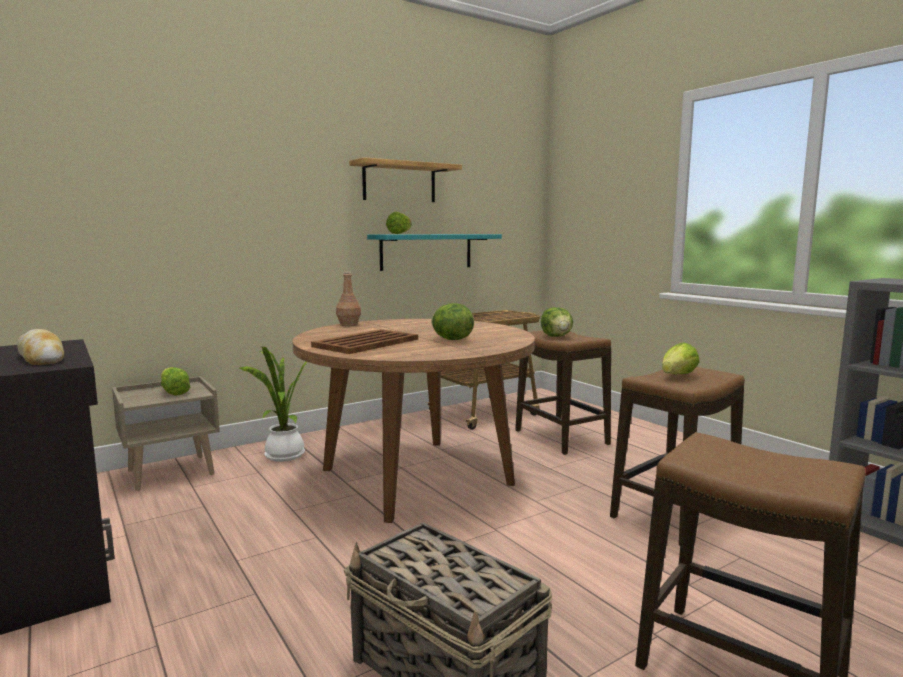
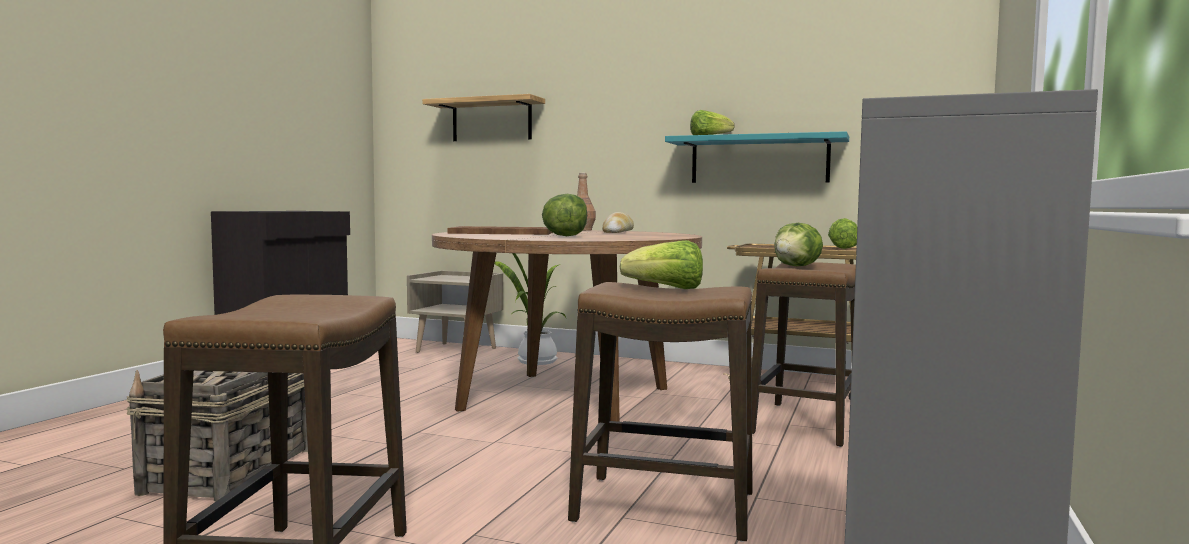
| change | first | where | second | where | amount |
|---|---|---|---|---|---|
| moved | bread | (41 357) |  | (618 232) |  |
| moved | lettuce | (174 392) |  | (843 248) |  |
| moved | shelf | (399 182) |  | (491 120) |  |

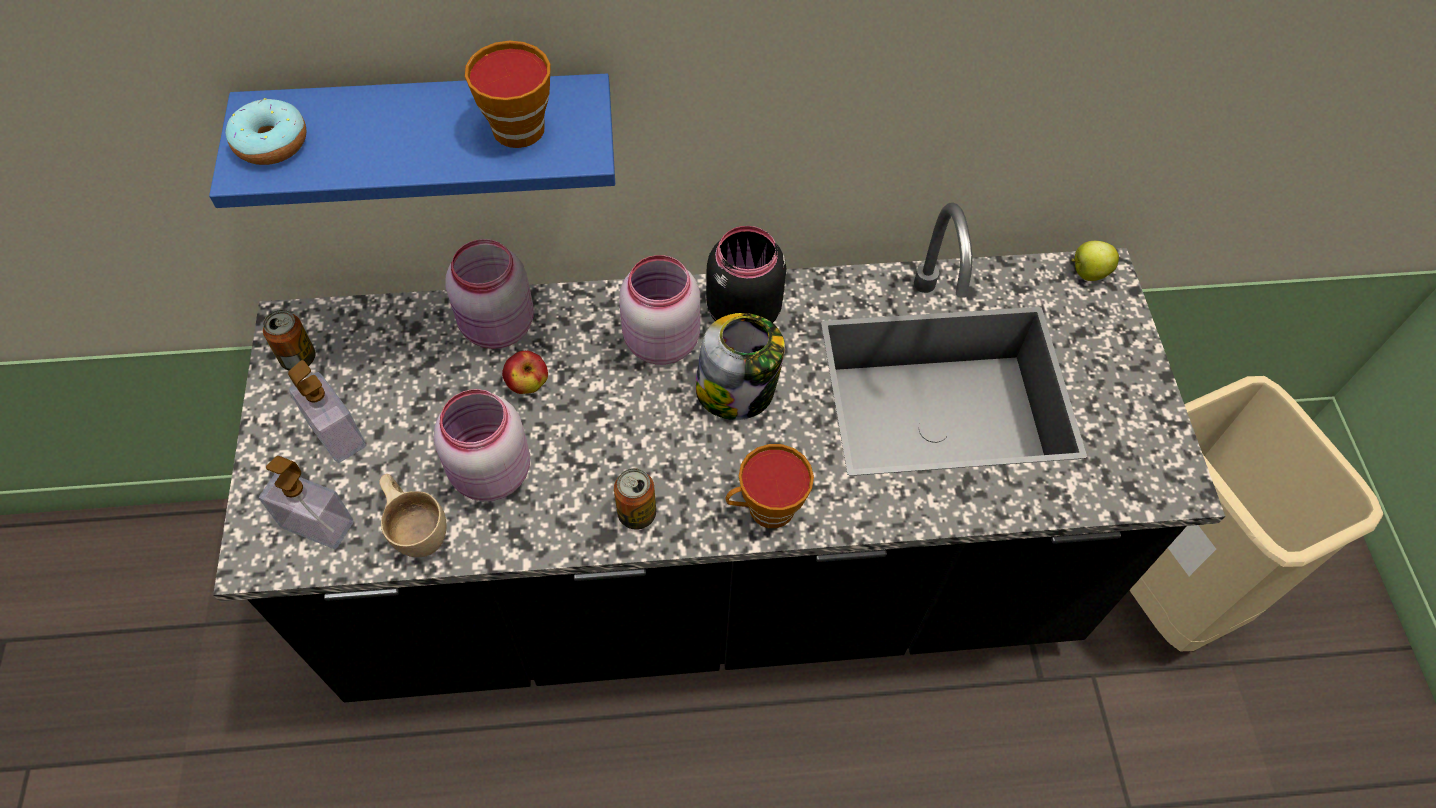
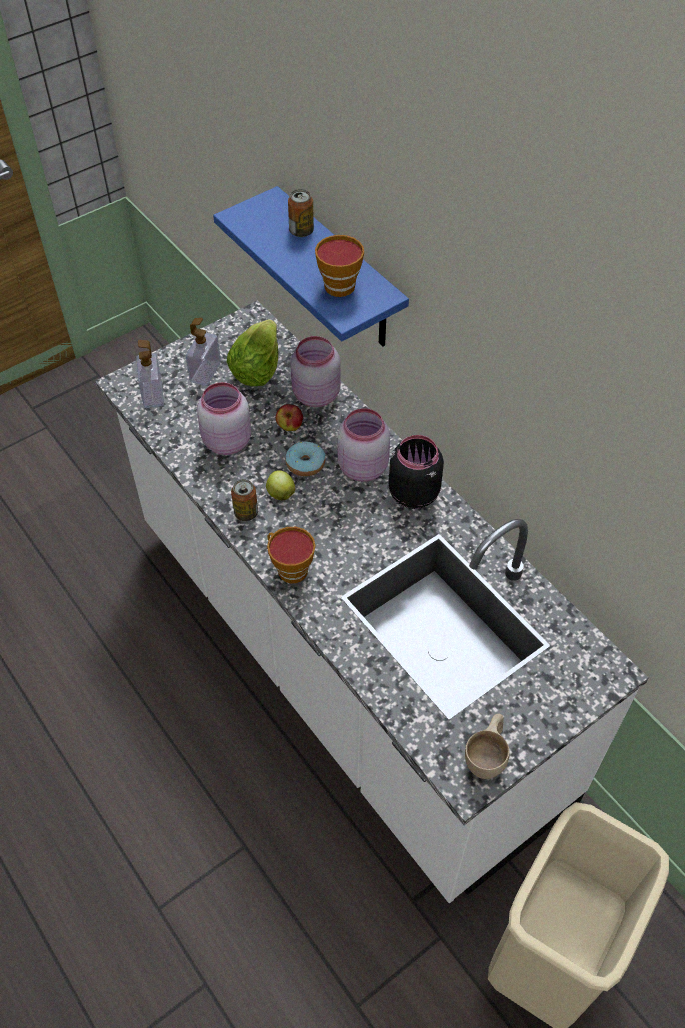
| change | first | where | second | where | amount |
|---|---|---|---|---|---|
| recoloured | black_counter | (711 582) | white_counter | (342 661) |  |
| moved | donut | (271 143) |  | (305 464) |  |
| moved | can | (298 358) |  | (301 231) |  |
| moved | beige_cup | (417 527) |  | (488 756) |  |
| removed | jar | (737 391) |  |  |  |
| moved | apple | (1087 273) |  | (280 493) |  |
| added |  |  | lettuce | (257 368) |  |

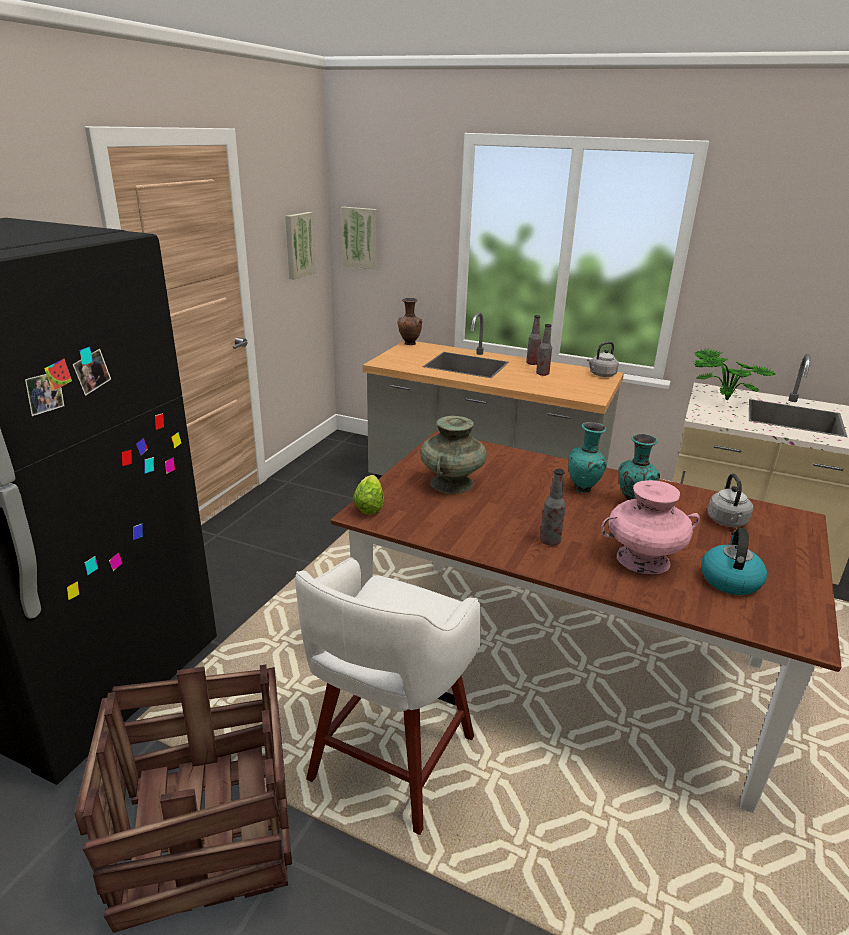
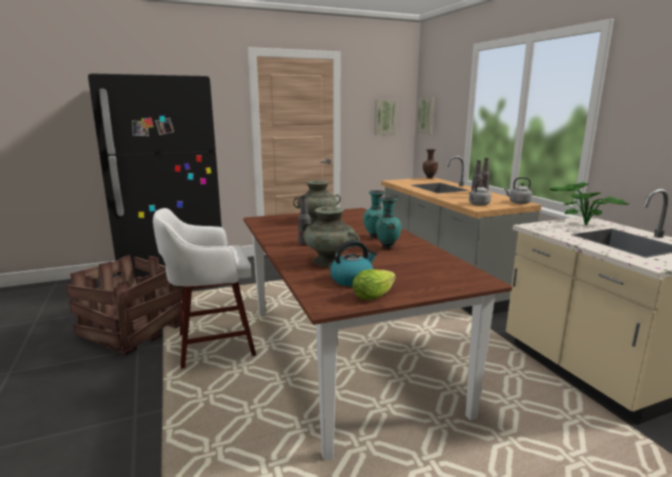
| change | first | where | second | where | amount |
|---|---|---|---|---|---|
| moved | lettuce | (370 504) |  | (375 294) |  |
| recoloured | pink_vase | (643 559) | turquoise_vase | (329 261) |  |
| moved | grey_kettle | (727 522) |  | (478 204) |  |

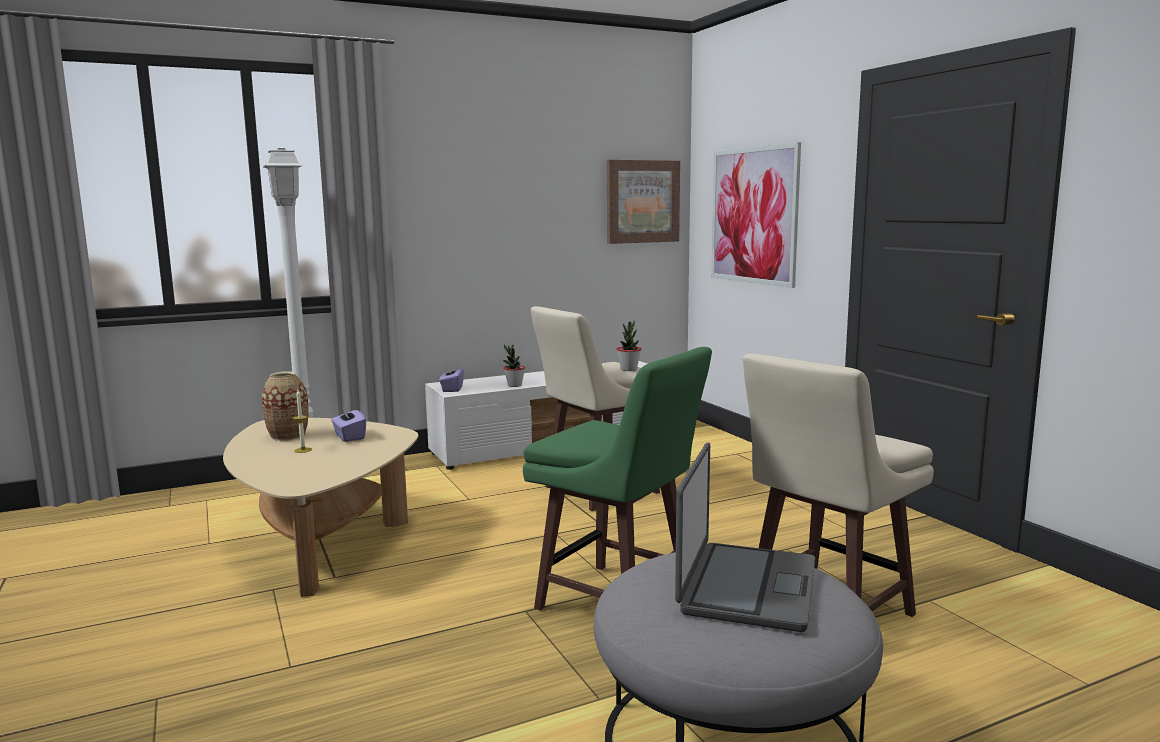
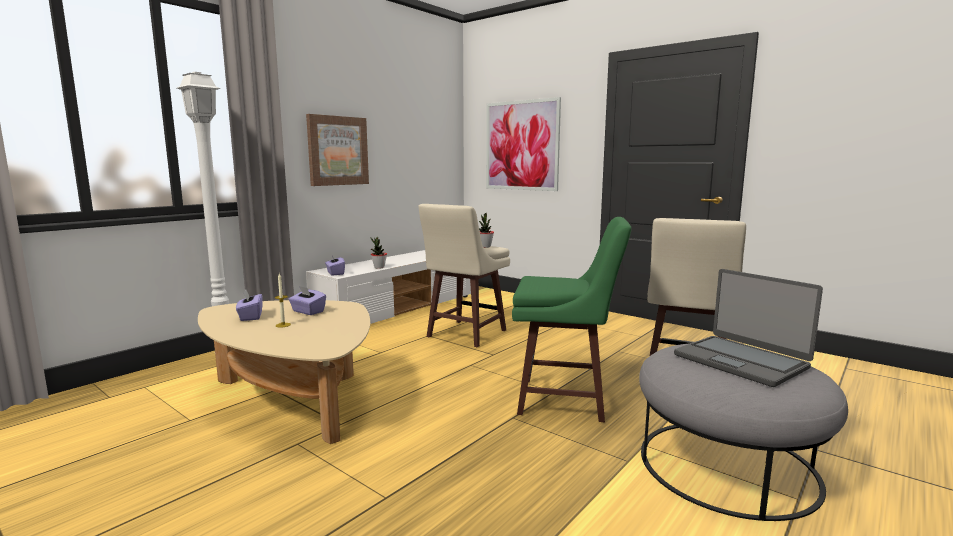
| change | first | where | second | where | amount |
|---|---|---|---|---|---|
| replaced | vase | (288 436) | purple_tissue_box | (250 316) |  |
| moved | picture | (642 201) |  | (337 151) |  |
| turned | laptop | (746 587) |  | (741 361) | 150 degrees clockwise |

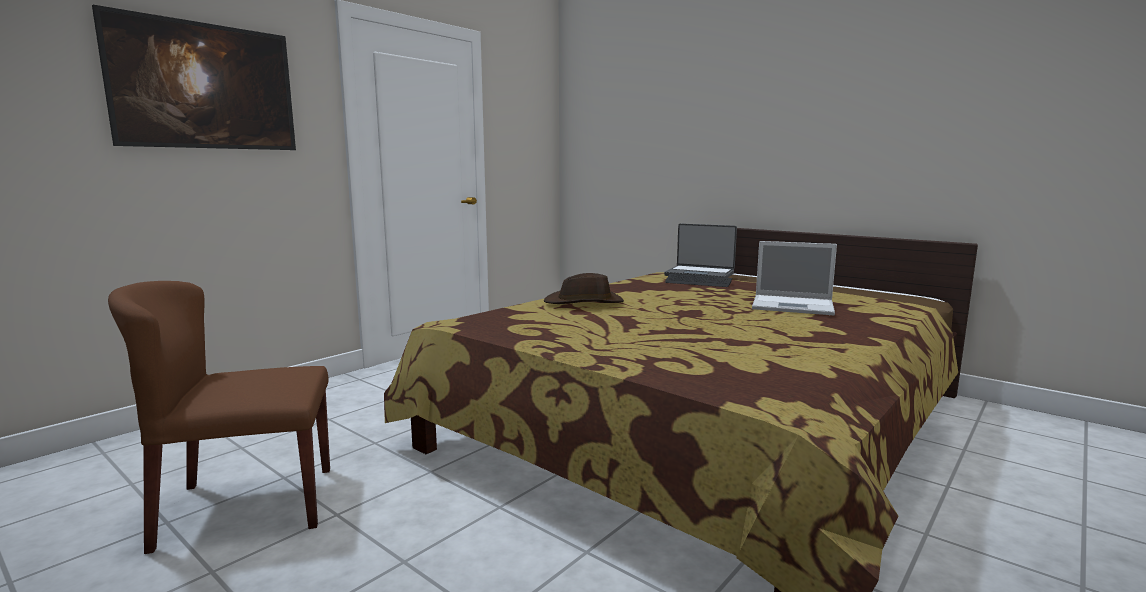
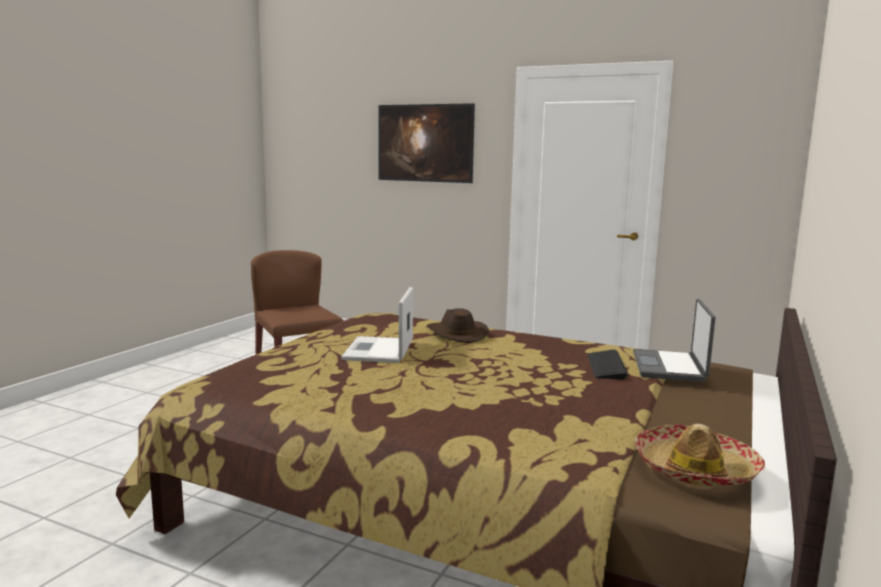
| change | first | where | second | where | amount |
|---|---|---|---|---|---|
| moved | laptop | (794 306) |  | (378 351) |  |
| added |  |  | hat | (695 469) |  |

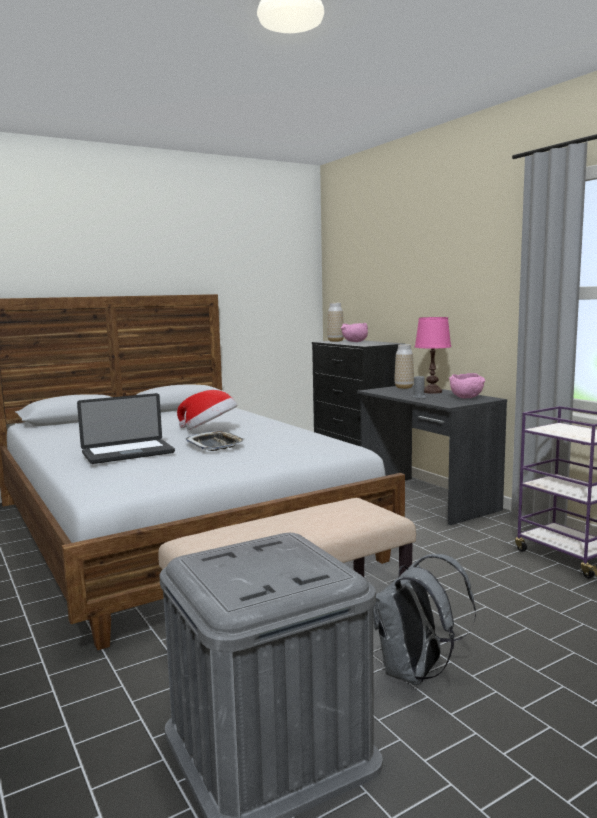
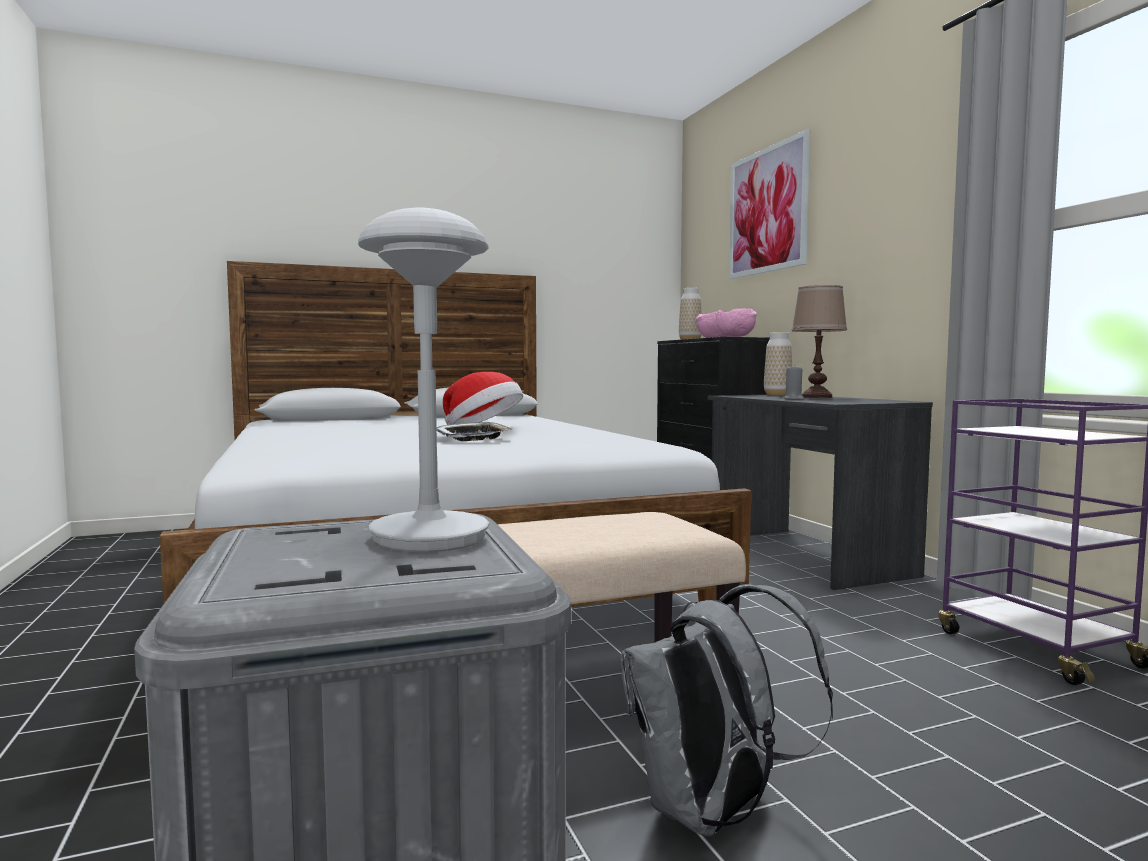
| change | first | where | second | where | amount |
|---|---|---|---|---|---|
| removed | laptop | (128 453) |  |  |  |
| recoloured | pink_table_lamp | (431 392) | brown_table_lamp | (816 397) |  |
| moved | pink_bowl | (467 398) |  | (736 337) |  |
| added |  |  | grey_table_lamp | (430 536) |  |
| added |  |  | picture | (767 210) |  |

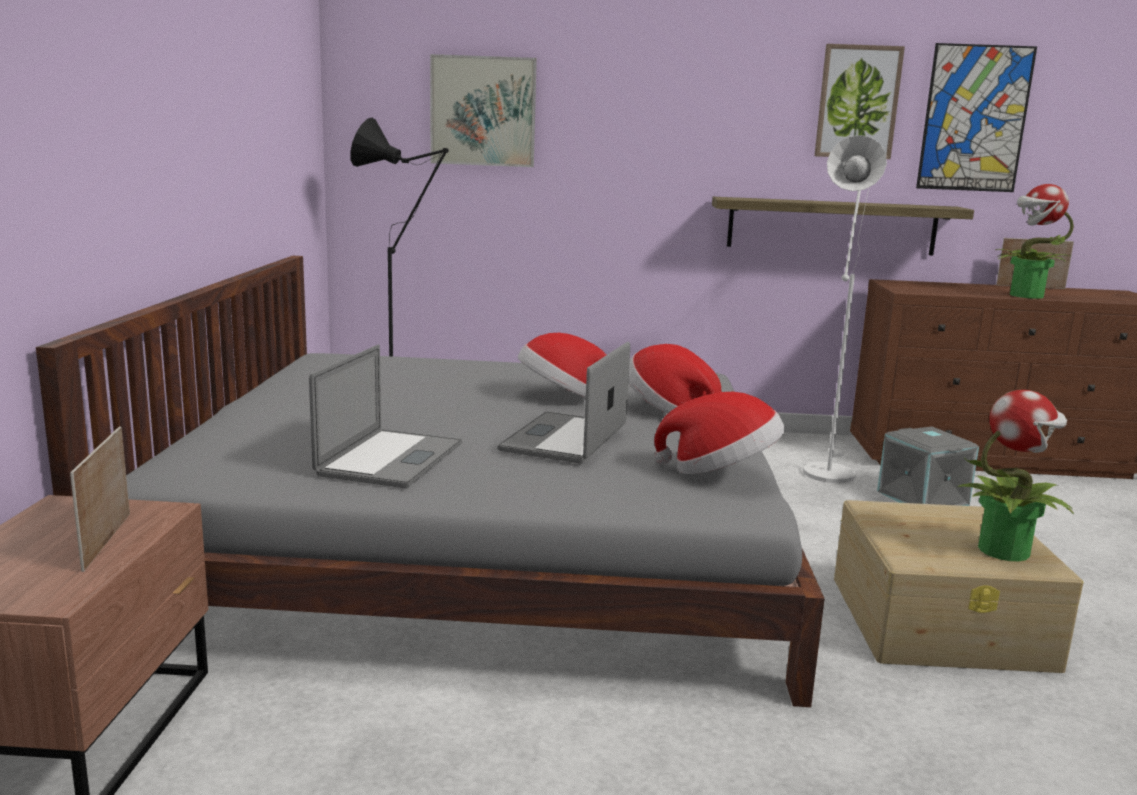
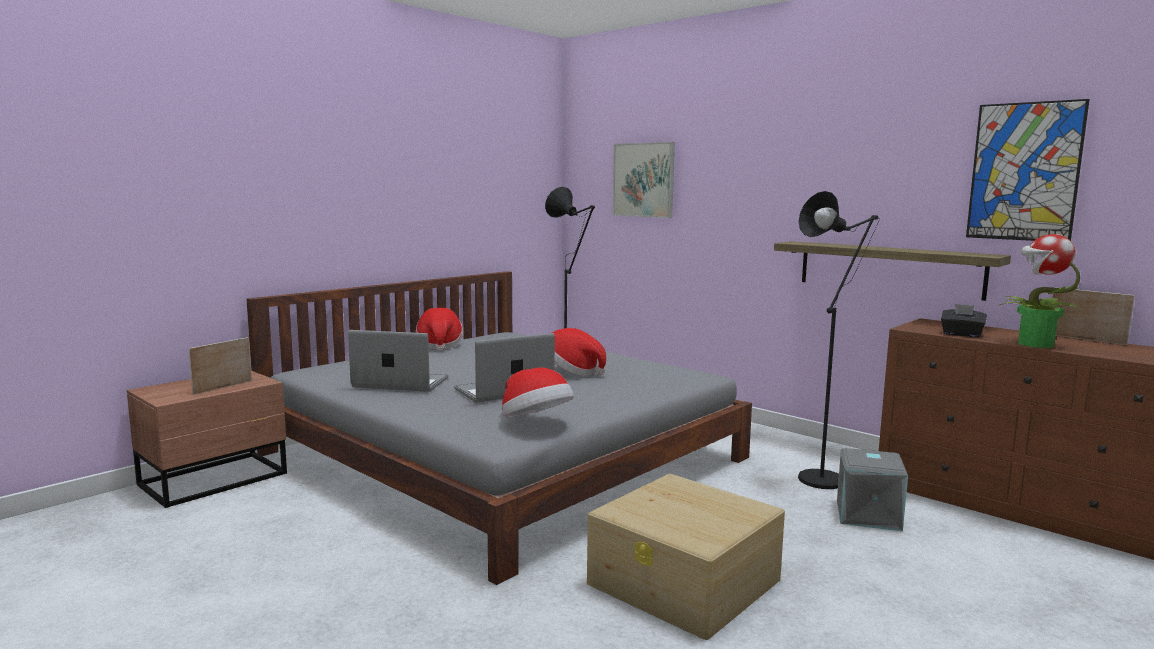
| change | first | where | second | where | amount |
|---|---|---|---|---|---|
| turned | laptop | (391 459) |  | (400 383) | 135 degrees counterclockwise |
| moved | hat | (668 410) |  | (439 345) |  |
| recoloured | white_floor_lamp | (827 470) | black_floor_lamp | (826 478) |  |
| removed | picture | (857 102) |  |  |  |
| removed | potted_plant | (1004 550) |  |  |  |
| added |  |  | black_tissue_box | (961 334) |  |

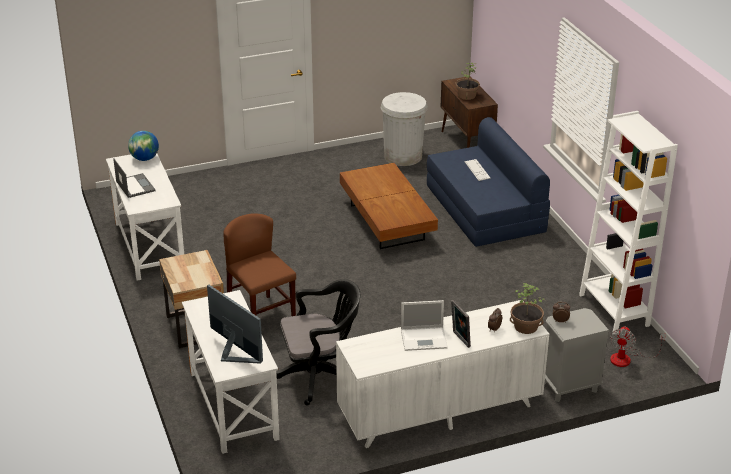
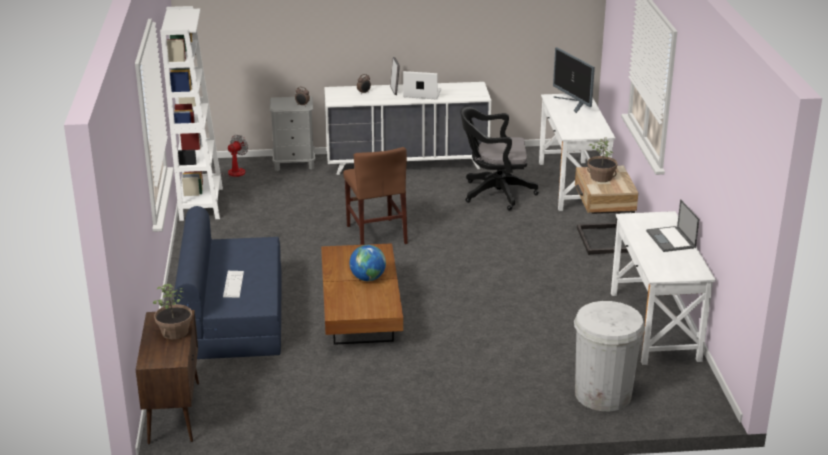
| change | first | where | second | where | amount |
|---|---|---|---|---|---|
| moved | globe | (145 159) |  | (368 278) |  |
| moved | brown_chair | (261 317) |  | (376 234) |  |
| moved | white_trash_can | (403 156) |  | (603 394) |  |
| moved | potted_plant | (525 327) |  | (601 177) |  |

